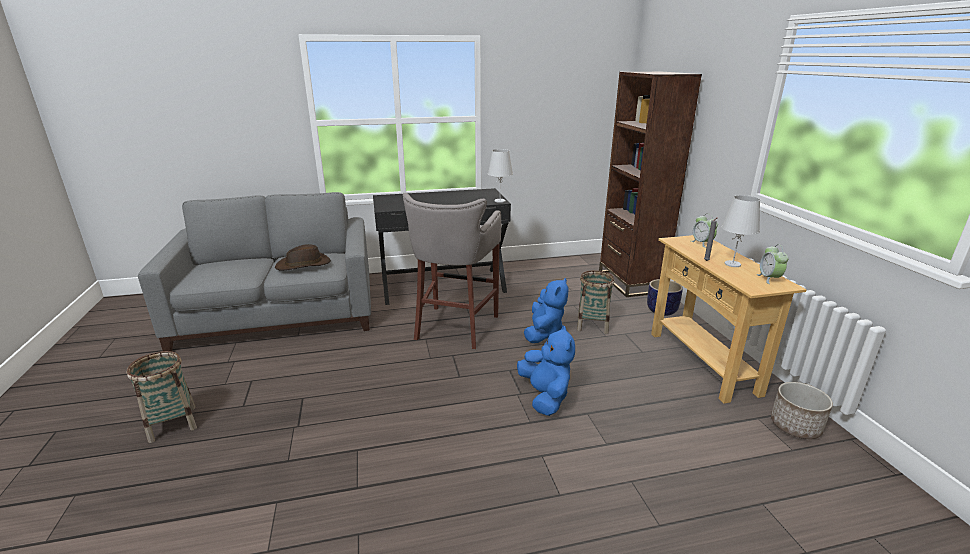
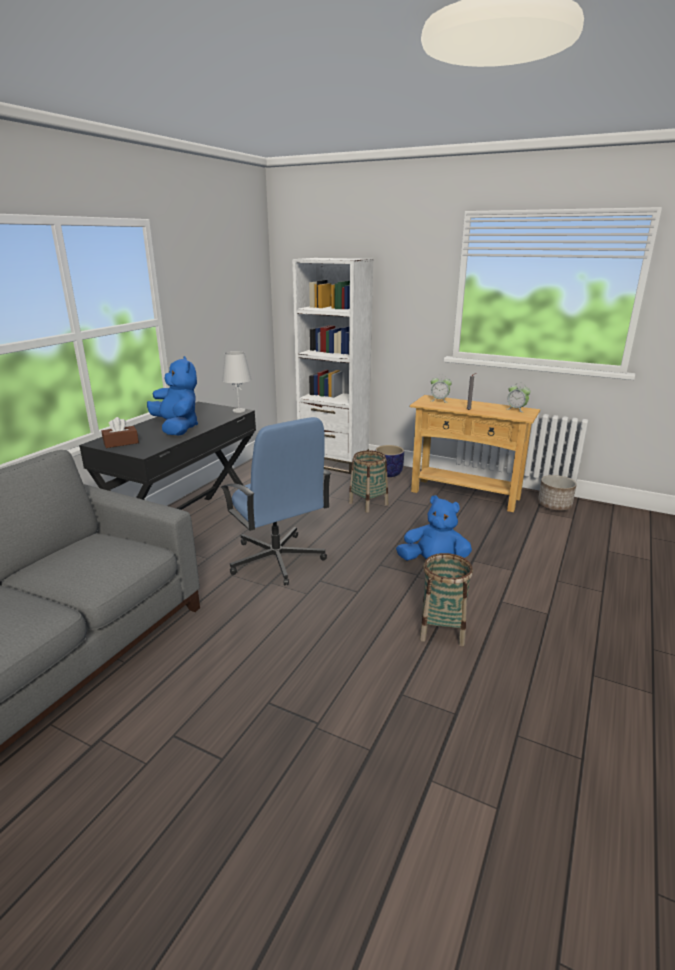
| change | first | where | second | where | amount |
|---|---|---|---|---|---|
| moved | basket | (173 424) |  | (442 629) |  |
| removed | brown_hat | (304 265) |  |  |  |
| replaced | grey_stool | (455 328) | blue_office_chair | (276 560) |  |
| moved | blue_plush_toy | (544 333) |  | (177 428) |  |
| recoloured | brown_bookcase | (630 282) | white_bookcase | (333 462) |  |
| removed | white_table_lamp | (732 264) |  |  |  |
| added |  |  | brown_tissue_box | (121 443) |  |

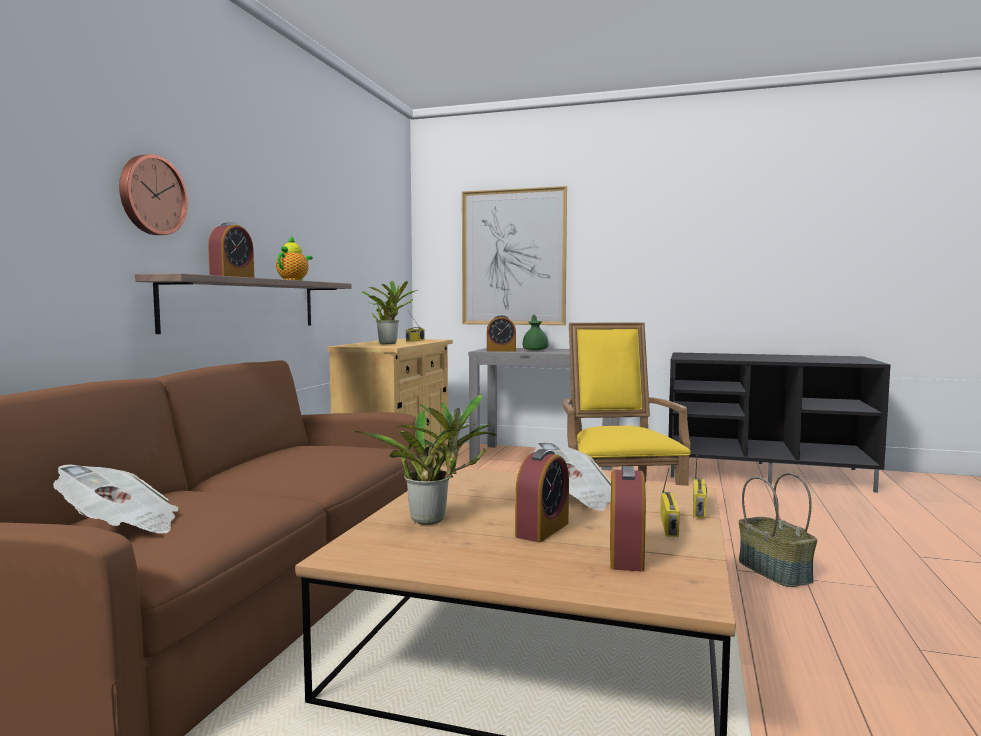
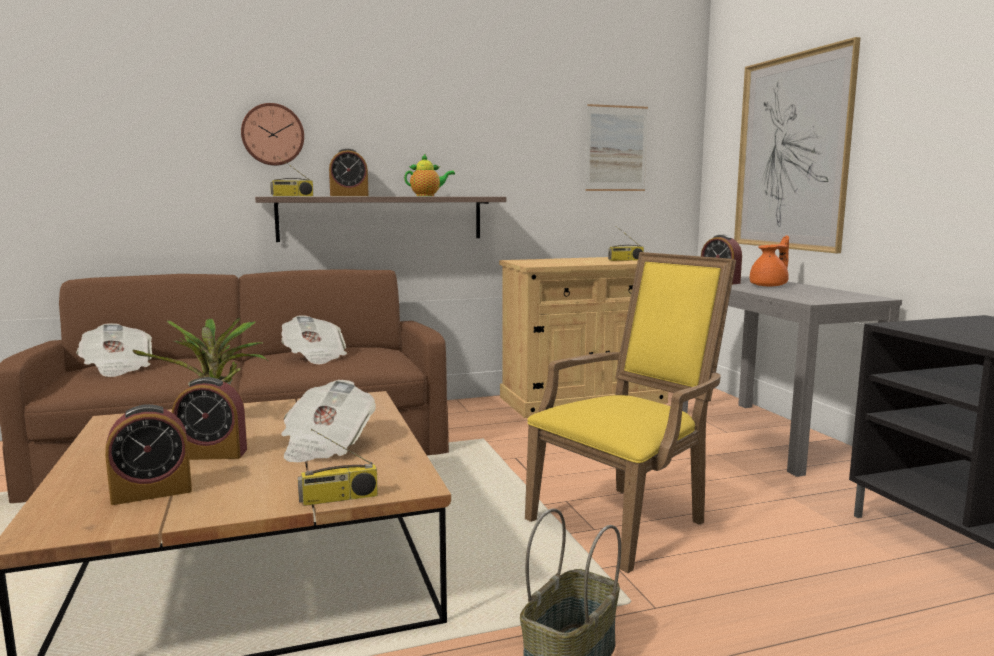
| change | first | where | second | where | amount |
|---|---|---|---|---|---|
| removed | potted_plant | (389 343) |  |  |  |
| recoloured | green_teapot | (535 350) | orange_teapot | (770 286) |  |
| moved | radio | (670 526) |  | (292 196) |  |
| added |  |  | newspaper | (315 357) |  |
| added |  |  | picture | (616 148) |  |

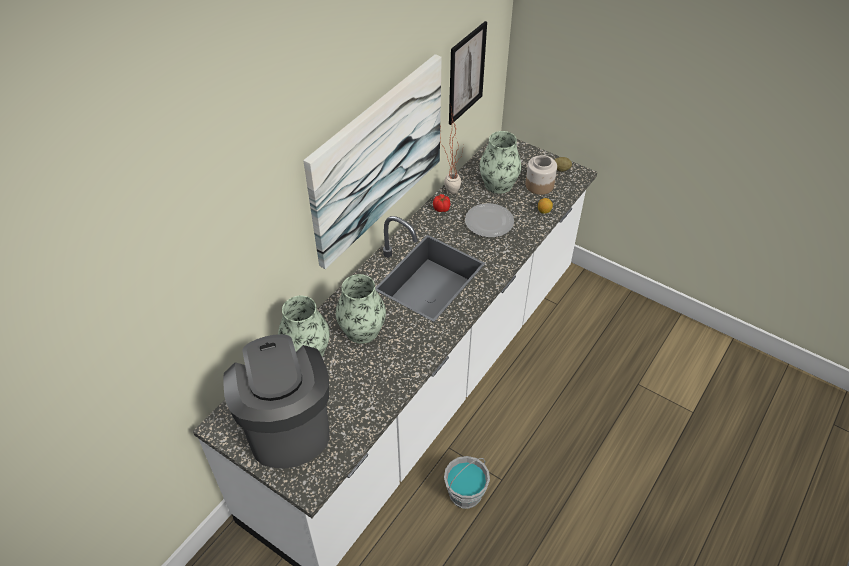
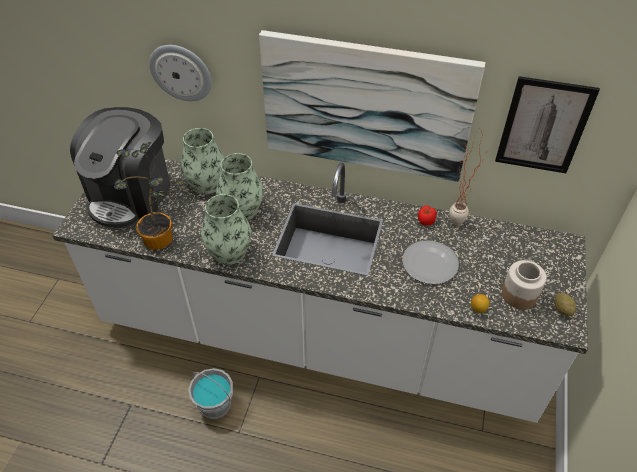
| change | first | where | second | where | amount |
|---|---|---|---|---|---|
| turned | coffee_machine | (286 424) |  | (131 195) | 150 degrees clockwise |
| moved | vase | (498 184) |  | (229 252) |  |
| added |  |  | potted_plant | (162 239) |  |
| added |  |  | wall_clock | (181 72) |  |

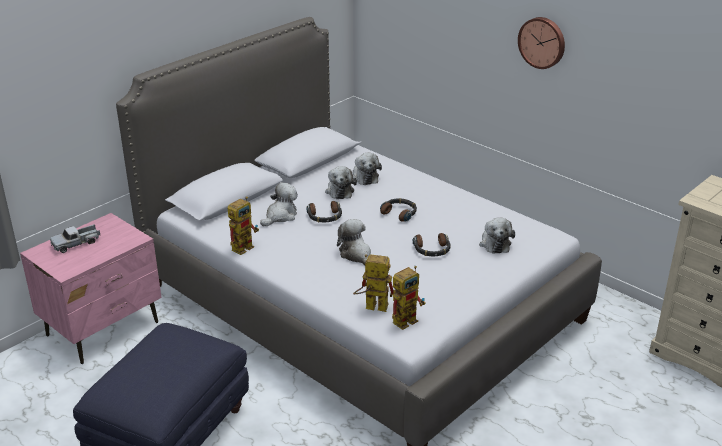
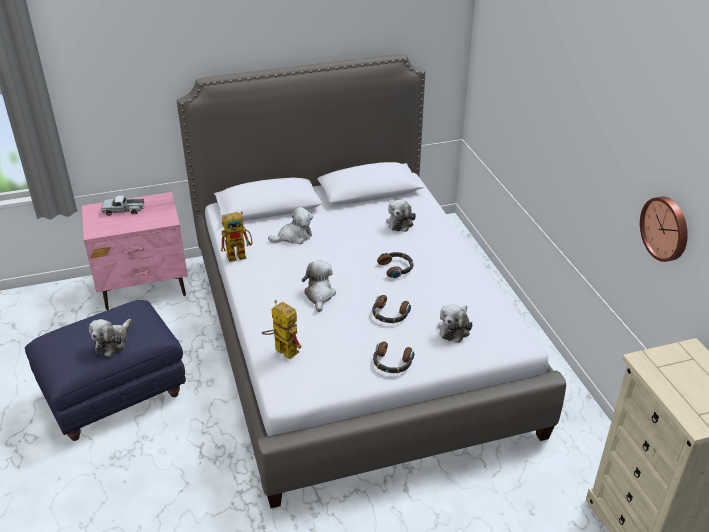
| change | first | where | second | where | amount |
|---|---|---|---|---|---|
| moved | headphones | (325 217) |  | (392 362) |  |
| moved | plush_toy | (339 190) |  | (113 342) |  |
| removed | toy_robot | (407 318) |  |  |  |
| moved | wall_clock | (542 42) |  | (666 228) |  |

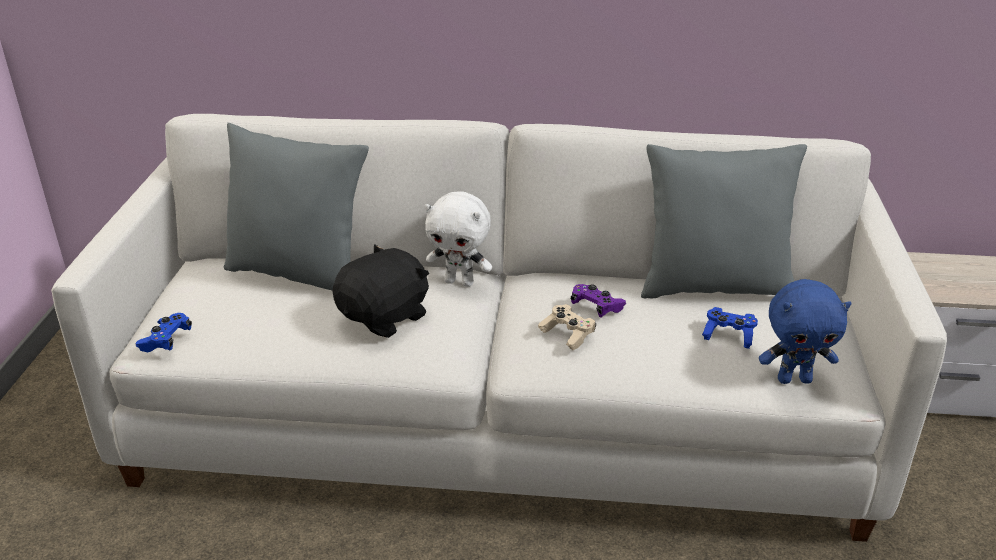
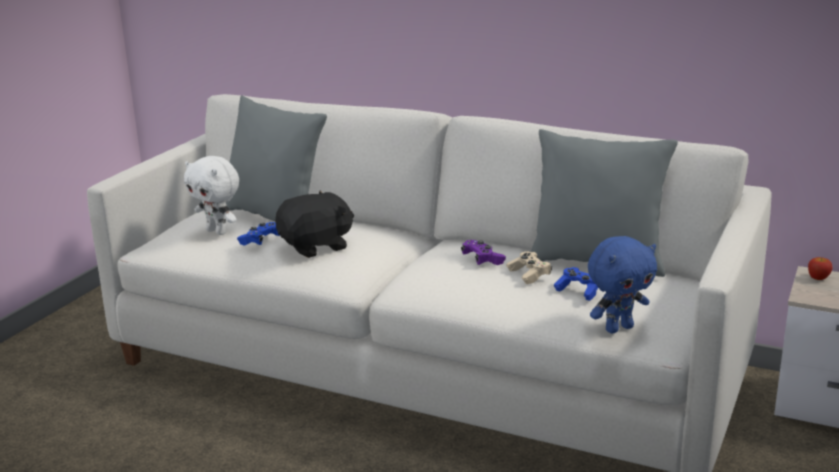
| change | first | where | second | where | amount |
|---|---|---|---|---|---|
| moved | blue_game_controller | (166 340) |  | (260 241) |  |
| moved | white_plush_toy | (460 282) |  | (217 231) |  |
| moved | beige_game_controller | (567 334) |  | (529 274) |  |
| turned | blue_plush_toy | (794 379) |  | (618 328) | 45 degrees counterclockwise |
| added |  |  | apple | (818 278) |  |

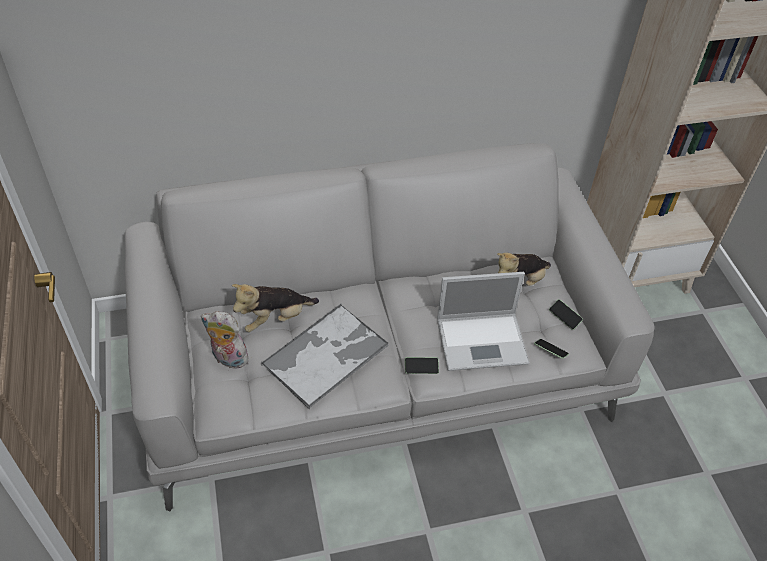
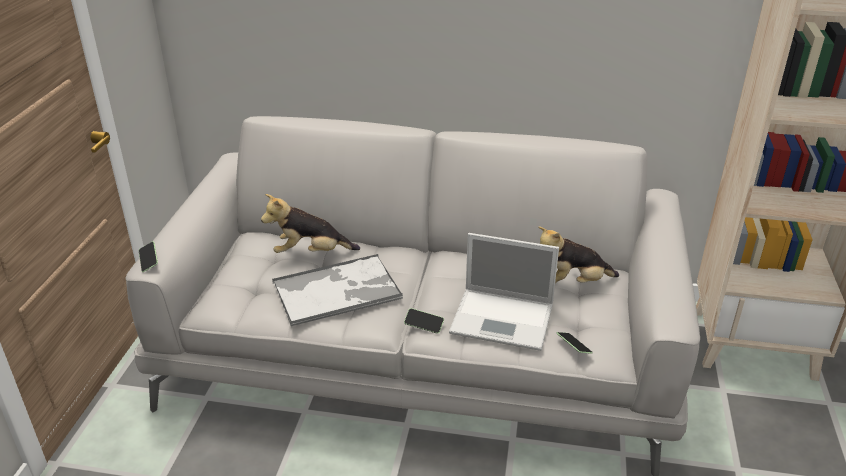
| change | first | where | second | where | amount |
|---|---|---|---|---|---|
| removed | plush_toy | (228 359) |  |  |  |
| moved | phone | (564 317) |  | (149 261) |  |

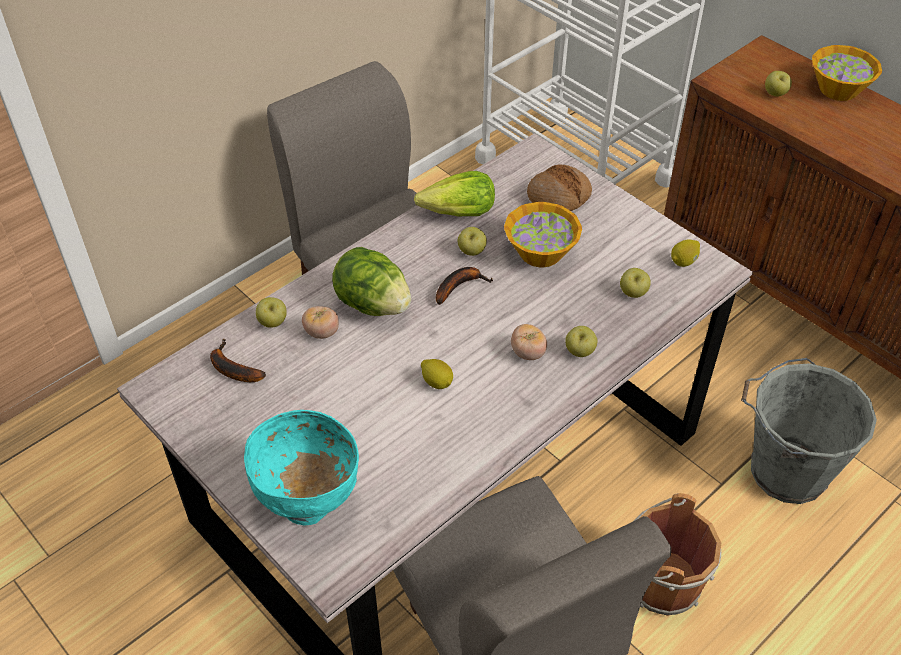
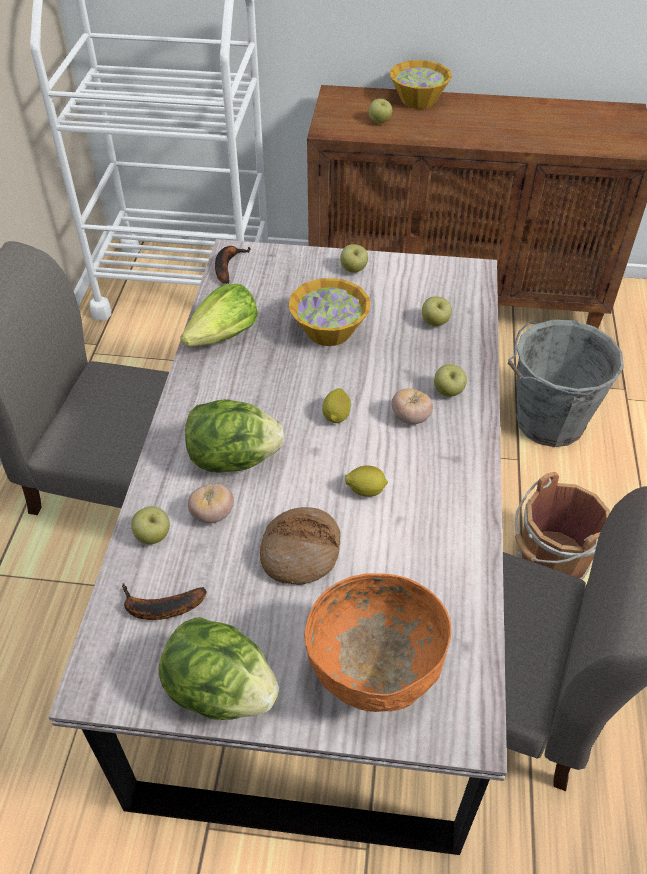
| change | first | where | second | where | amount |
|---|---|---|---|---|---|
| recoloured | turquoise_bowl | (309 500) | orange_bowl | (374 678) |  |
| moved | banana | (459 286) |  | (227 266) |  |
| moved | apple | (471 252) |  | (353 270) |  |
| moved | bread | (558 196) |  | (300 552) |  |
| moved | lemon | (684 261) |  | (337 415) |  |
| added |  |  | lettuce | (221 690) |  |

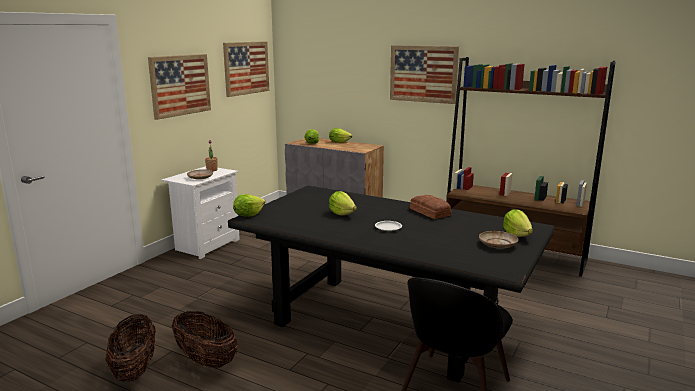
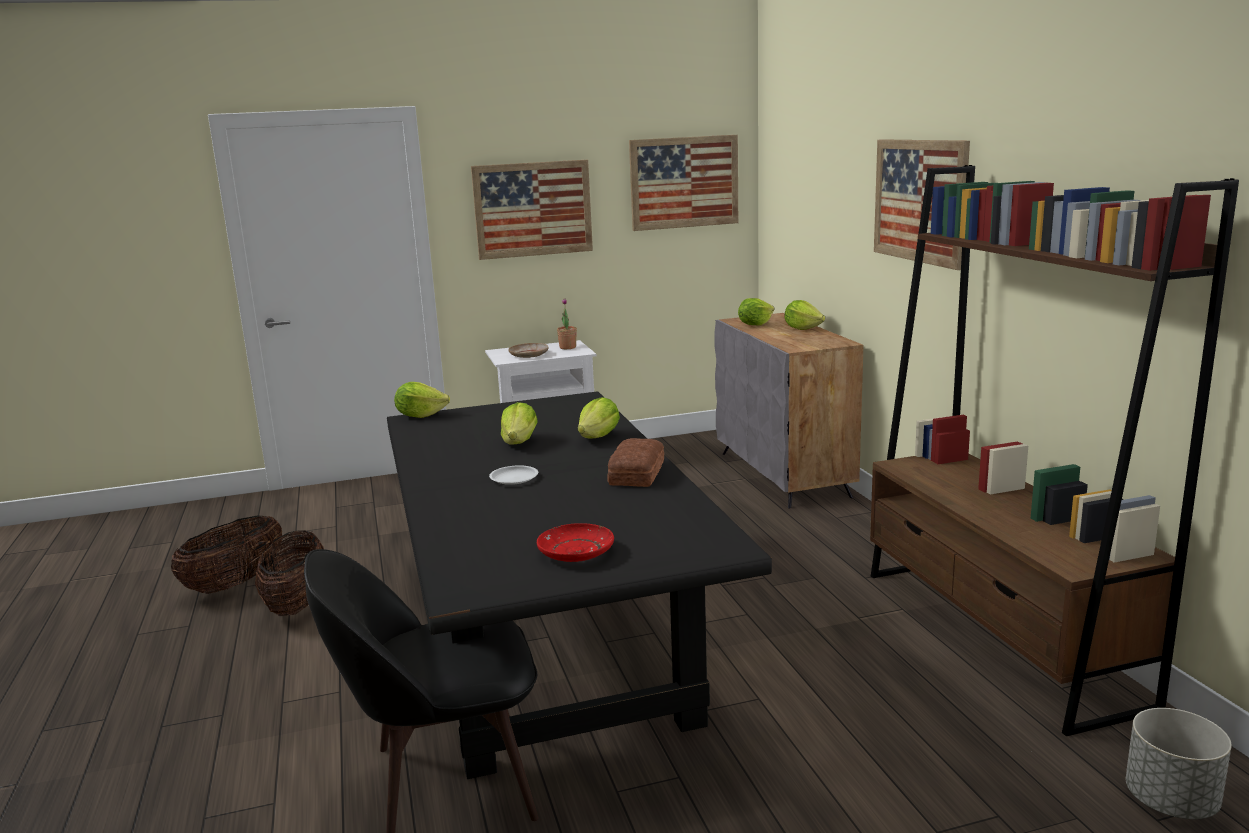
| change | first | where | second | where | amount |
|---|---|---|---|---|---|
| recoloured | beige_plate | (497 244) | red_plate | (575 552) |  |
| moved | lettuce | (517 235) |  | (599 437) |  |
| added |  |  | grey_planter | (1170 801) |  |

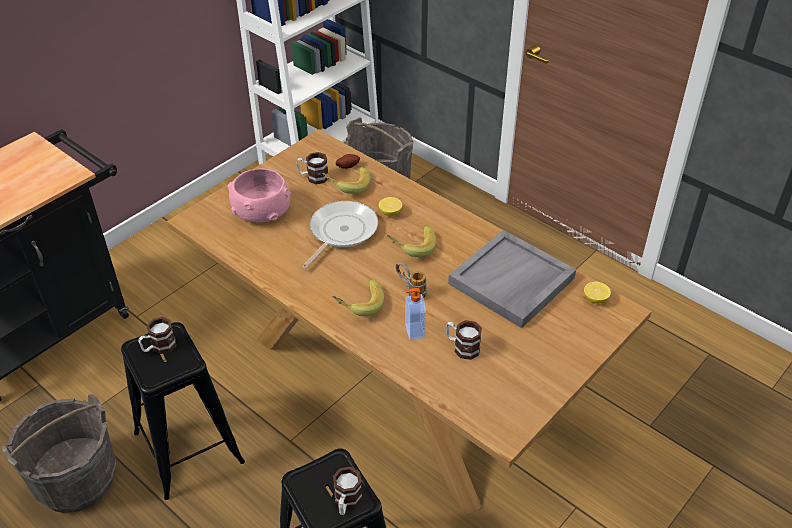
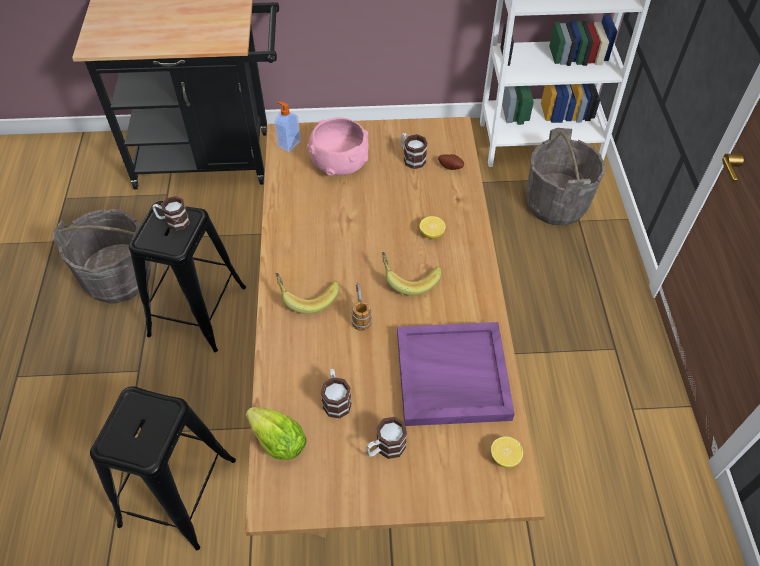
| change | first | where | second | where | amount |
|---|---|---|---|---|---|
| removed | frying_pan | (341 232) |  |  |  |
| removed | banana | (347 186) |  |  |  |
| moved | mug | (346 502) |  | (385 448) |  |
| moved | soap_dispenser | (414 331) |  | (288 144) |  |
| recoloured | grey_tray | (511 282) | purple_tray | (451 376) |  |
| added |  |  | lettuce | (275 439) |  |

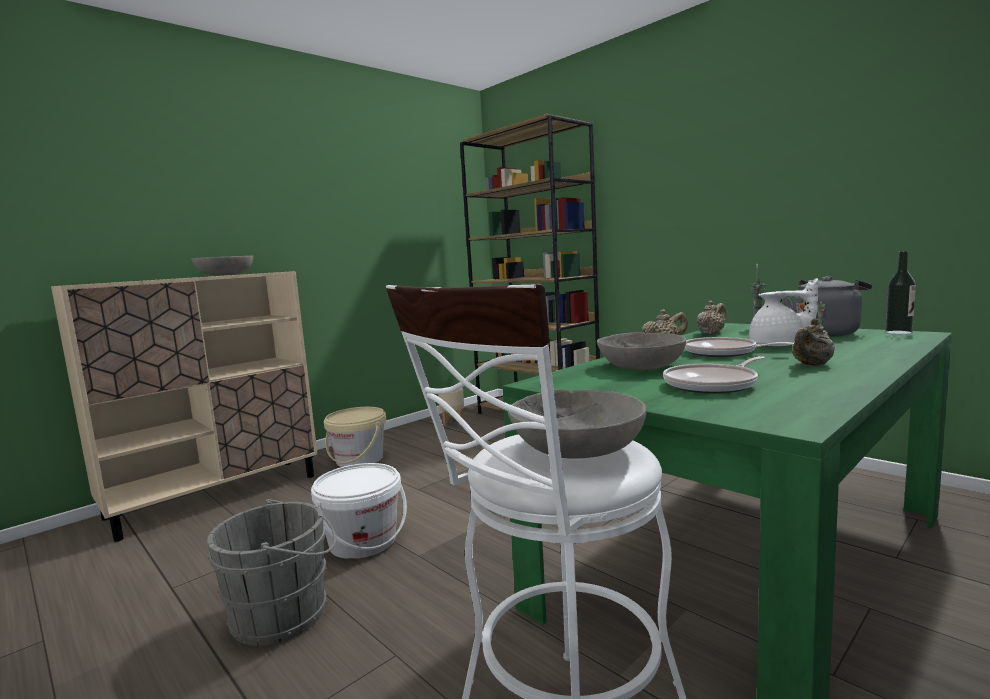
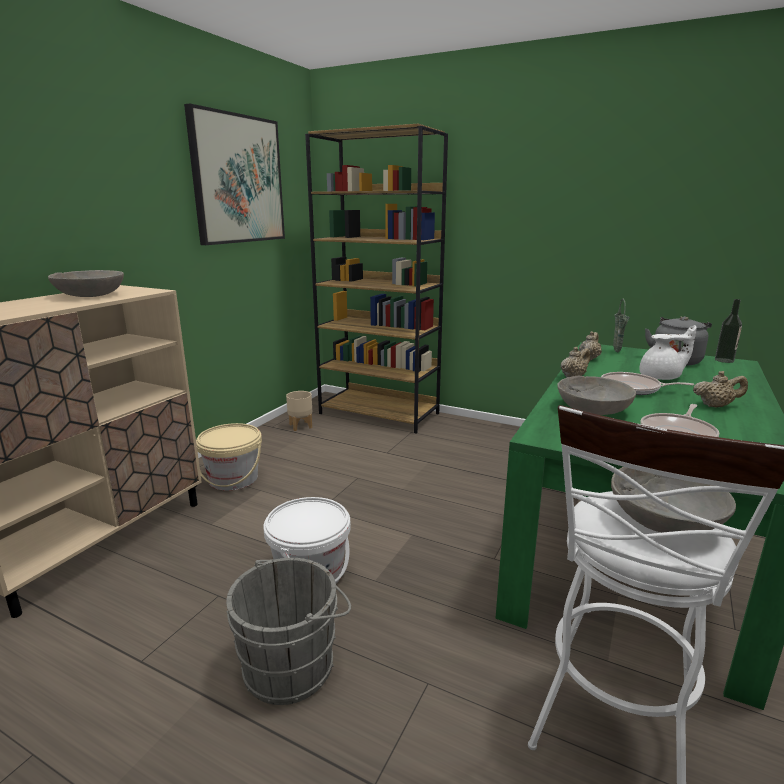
| change | first | where | second | where | amount |
|---|---|---|---|---|---|
| turned | beige_teapot | (811 365) |  | (716 406) | 120 degrees counterclockwise |
| added |  |  | picture | (238 180) |  |

